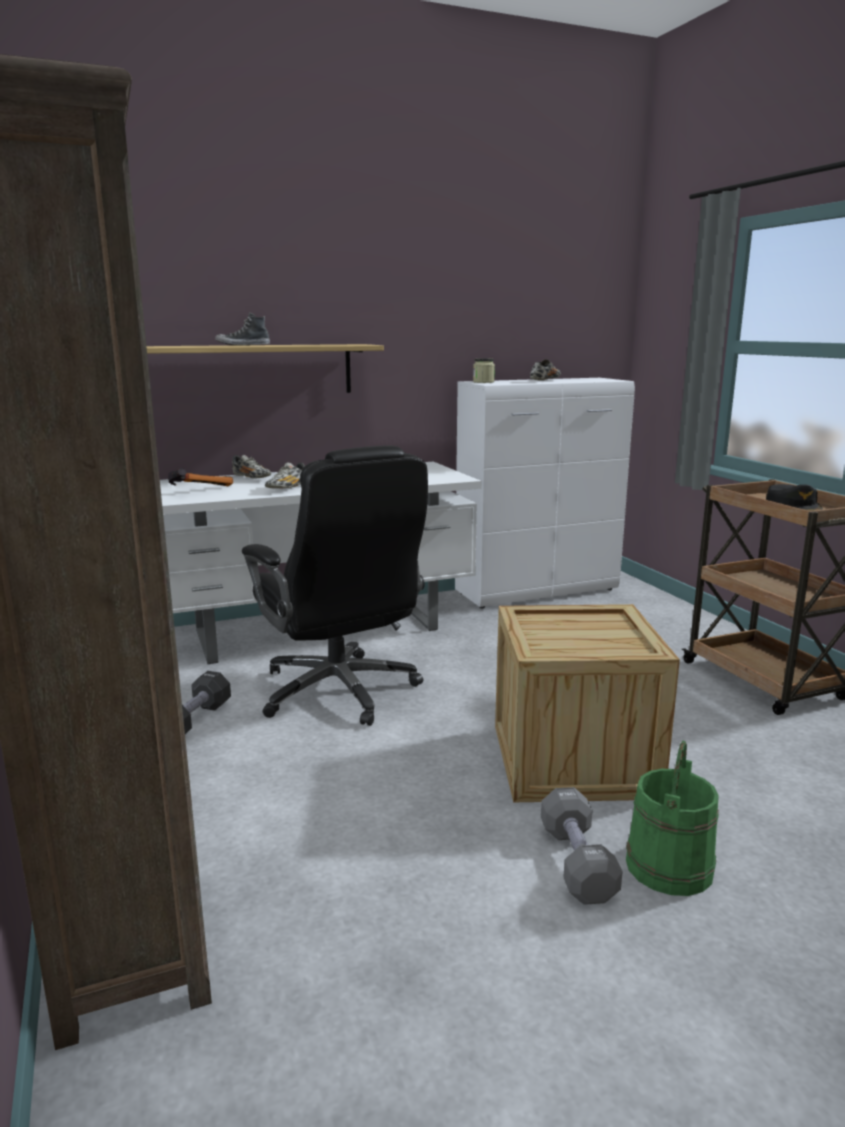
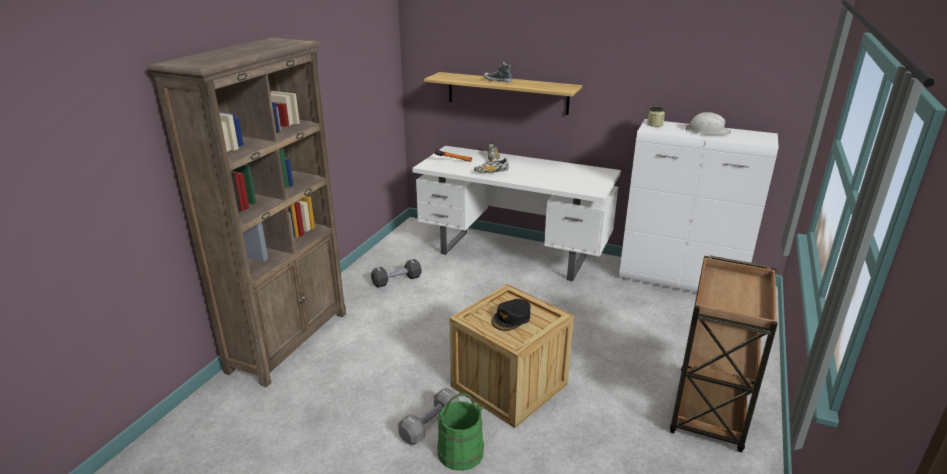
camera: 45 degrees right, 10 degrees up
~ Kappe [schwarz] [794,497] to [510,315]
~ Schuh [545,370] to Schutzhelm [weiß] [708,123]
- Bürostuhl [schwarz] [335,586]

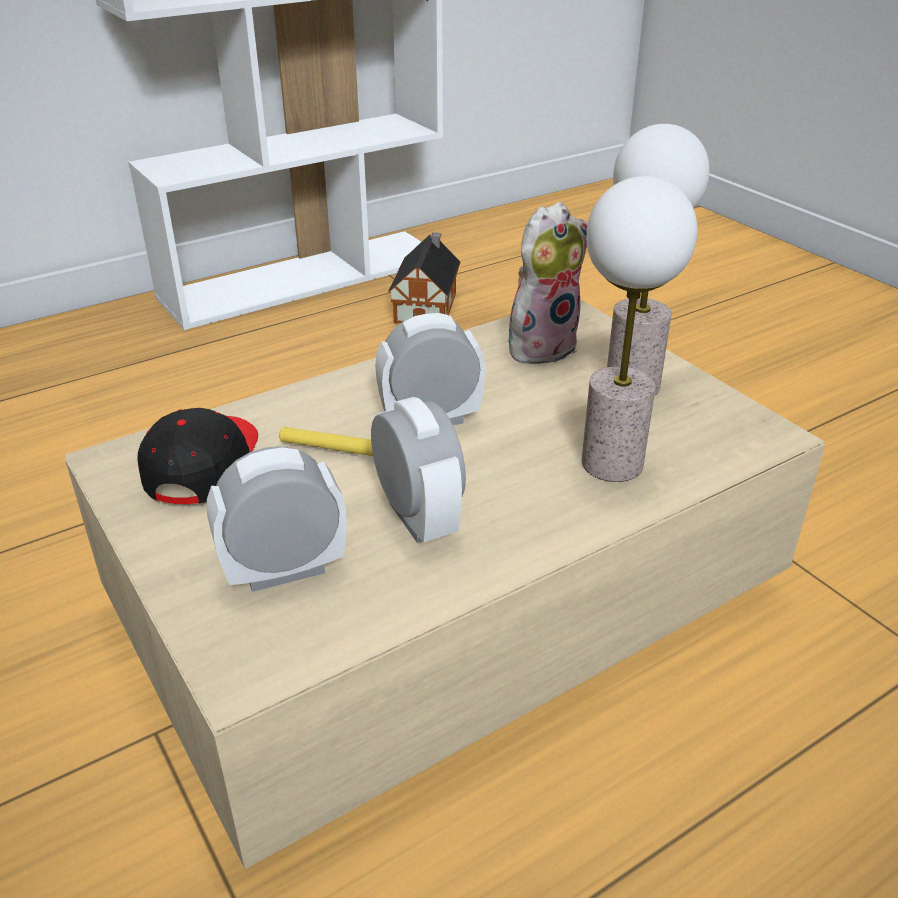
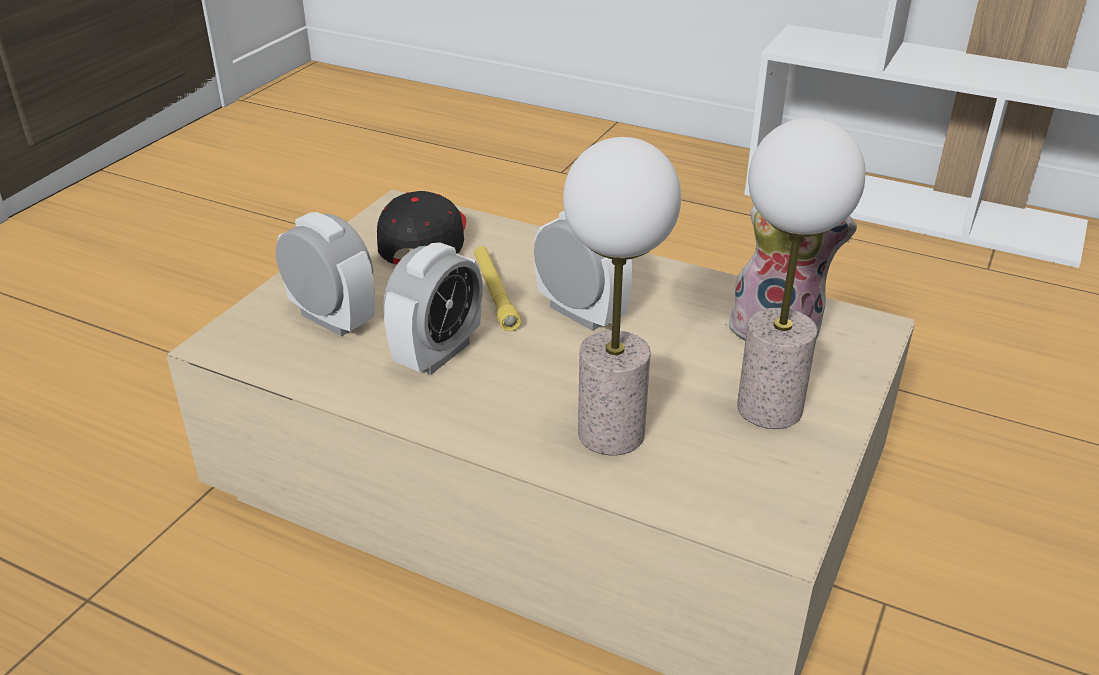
camera: 60 degrees right, 0 degrees up
~ Kappe [schwarz] [197,456] = [421,227] 60 degrees counterclockwise
- Spielzeughaus [424,278]

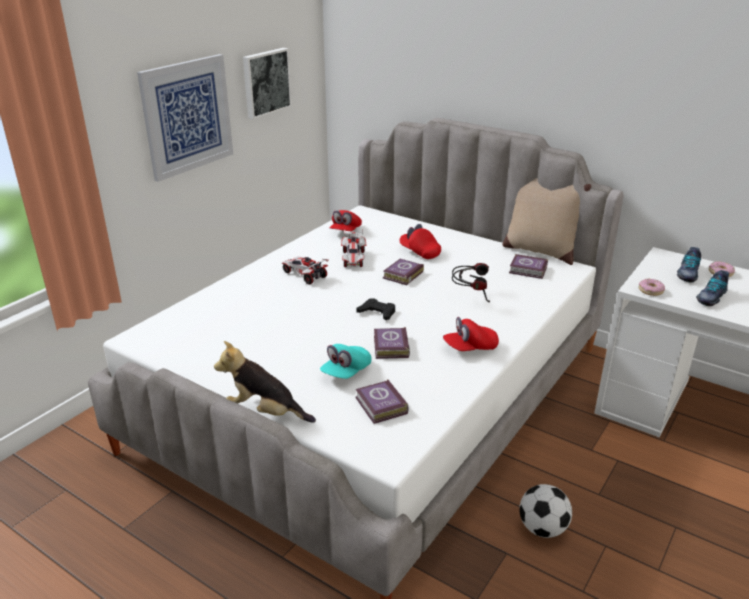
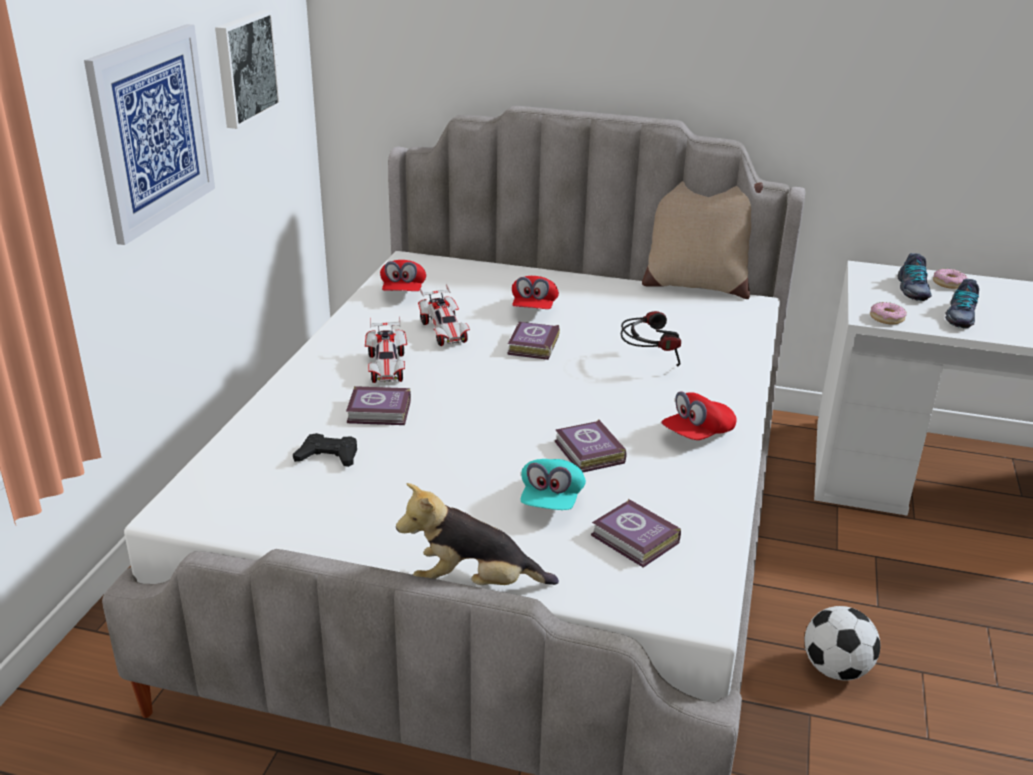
camera: 20 degrees left, 0 degrees up
~ Gamepad [schwarz] [375,309] to [325,450]
~ Buch [528,266] to [378,405]
~ Spielzeugauto [305,271] = [386,350] 120 degrees counterclockwise
~ Kappe [rot] [420,241] = [535,292] 105 degrees counterclockwise

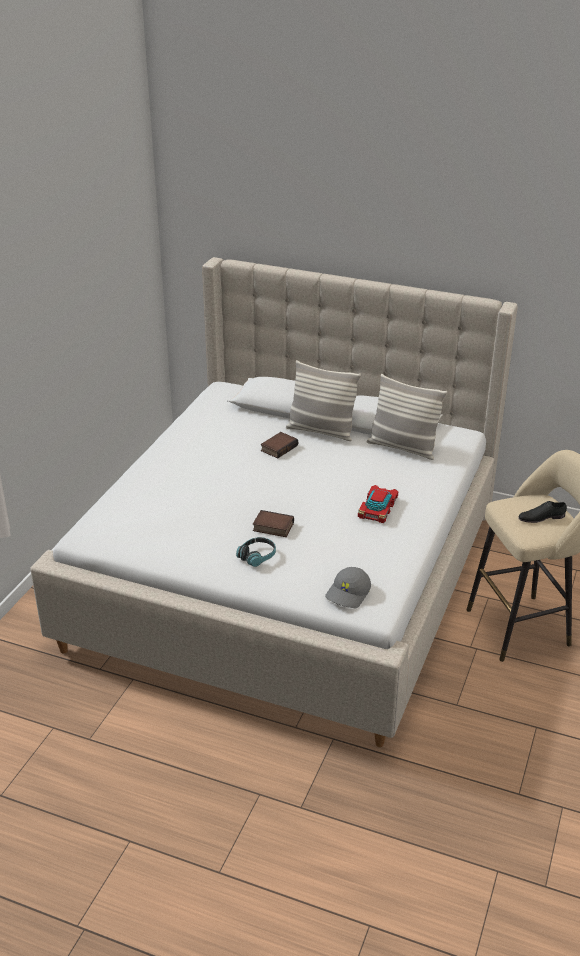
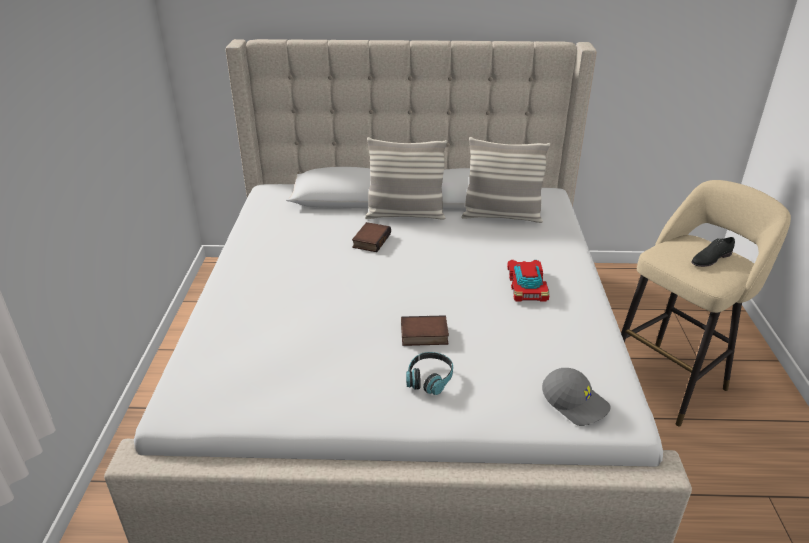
camera: 20 degrees left, 0 degrees up
~ Kappe [grau] [348,587] = [576,397] 60 degrees counterclockwise

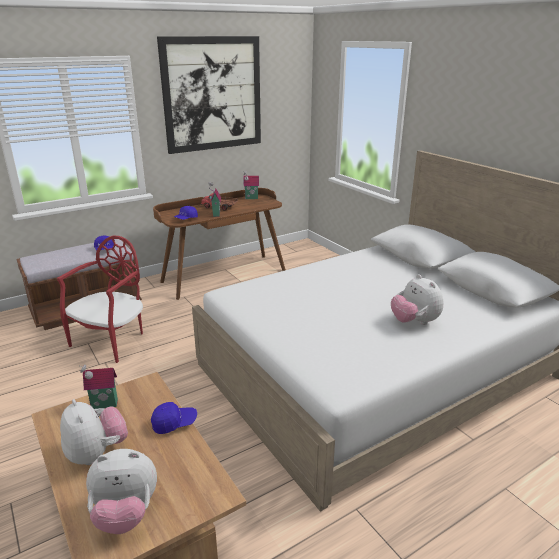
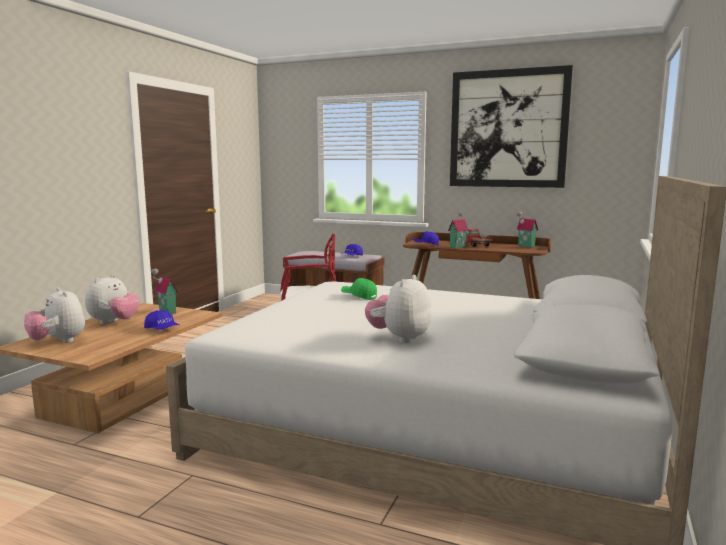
camera: 55 degrees right, 15 degrees down
+ Kappe [grün] [359,289]

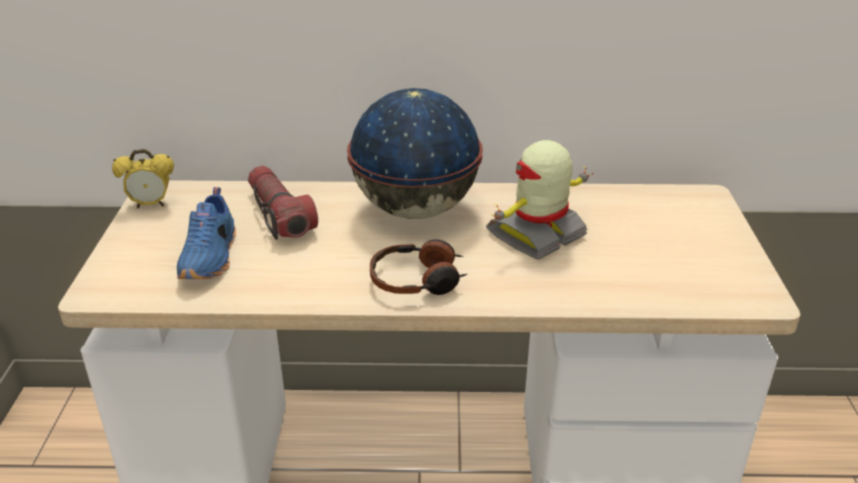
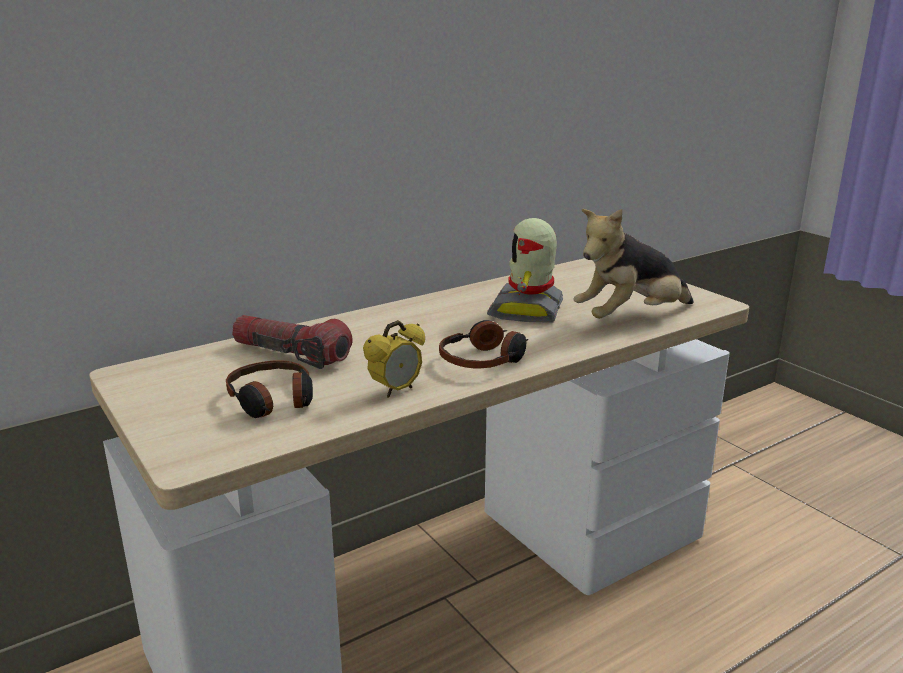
camera: 35 degrees left, 10 degrees down
~ Schuh [blau] [206,233] to Kopfhörer [269,389]
~ Wecker [143,178] to [394,359]
+ Plüschtier [633,263]
- Globus [415,153]

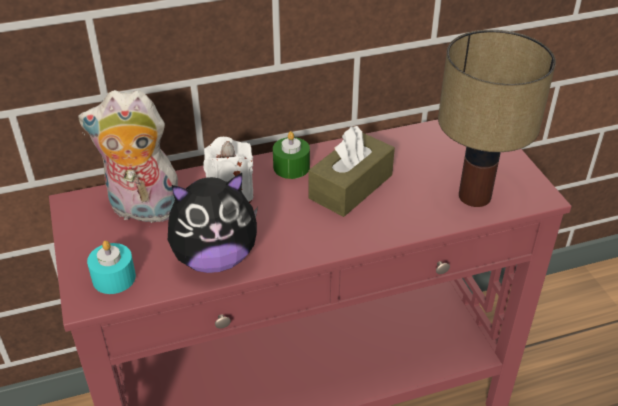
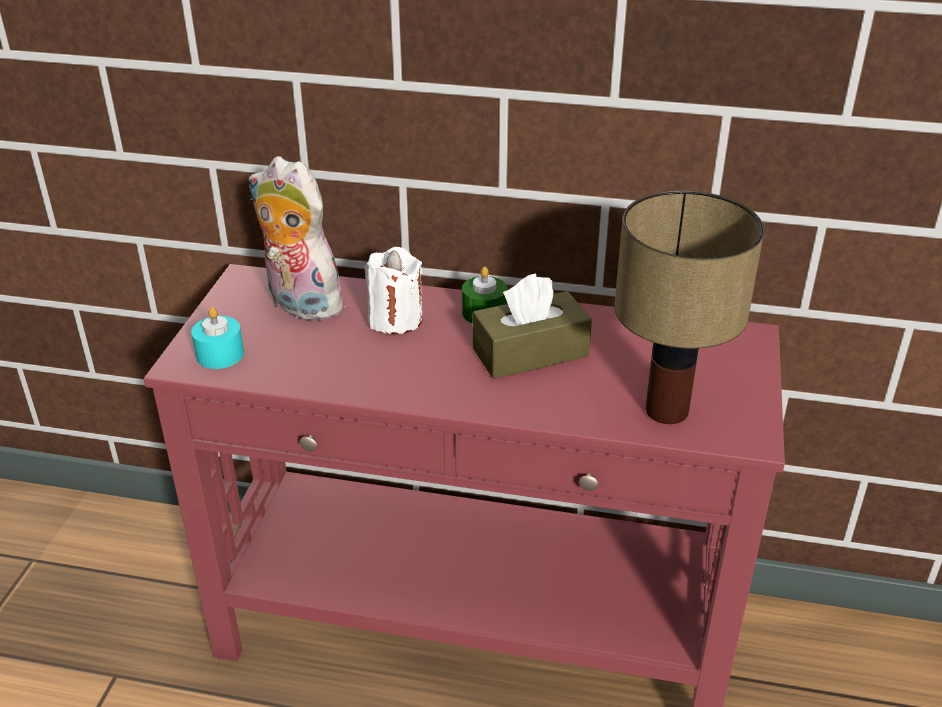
camera: 30 degrees right, 5 degrees down
- Plüschtier [213,223]

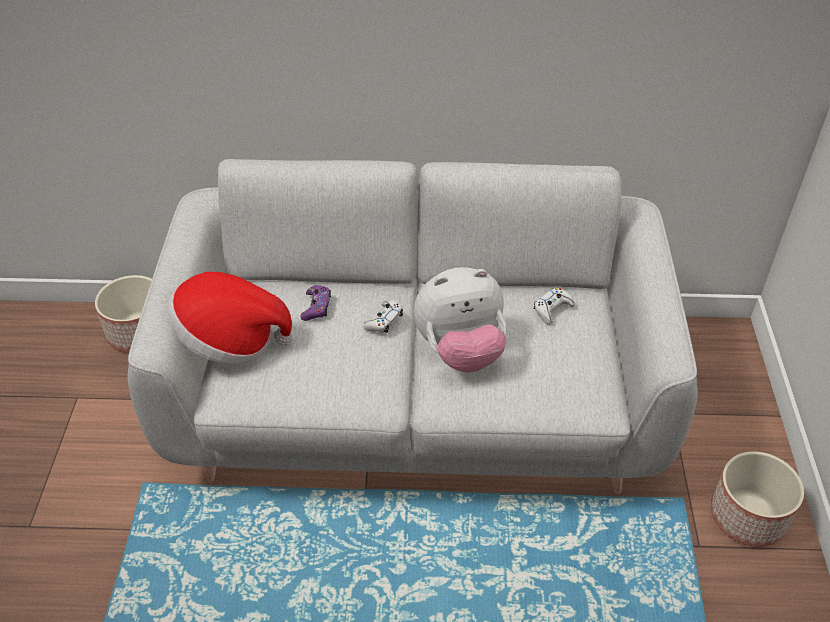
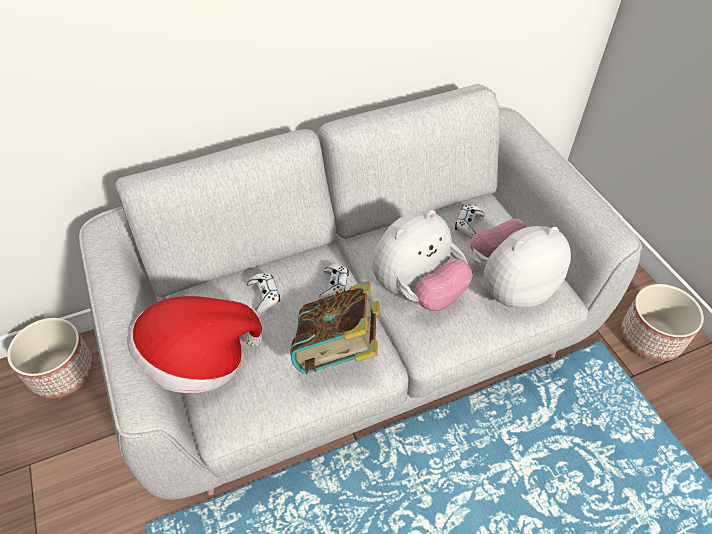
camera: 25 degrees left, 5 degrees up
~ Gamepad [lila] [315,303] to Gamepad [weiß] [263,293]
+ Buch [335,328]
+ Plüschtier [520,263]

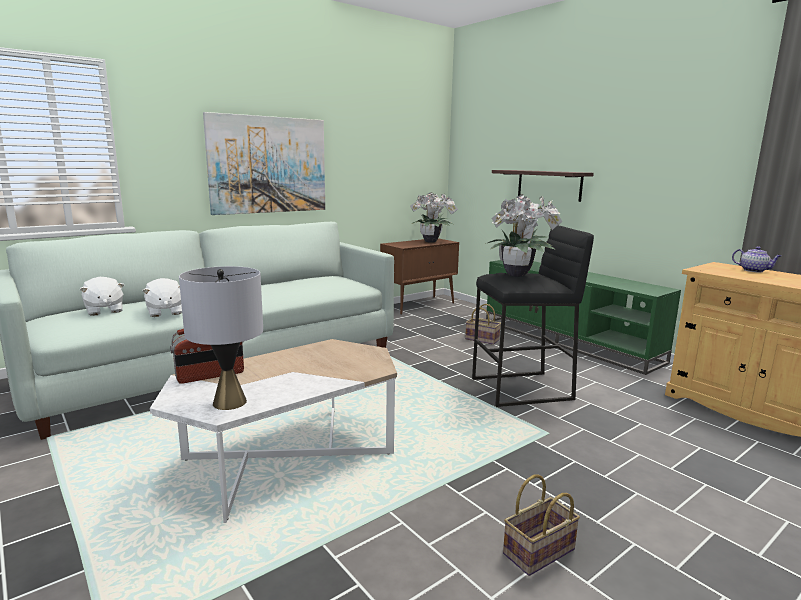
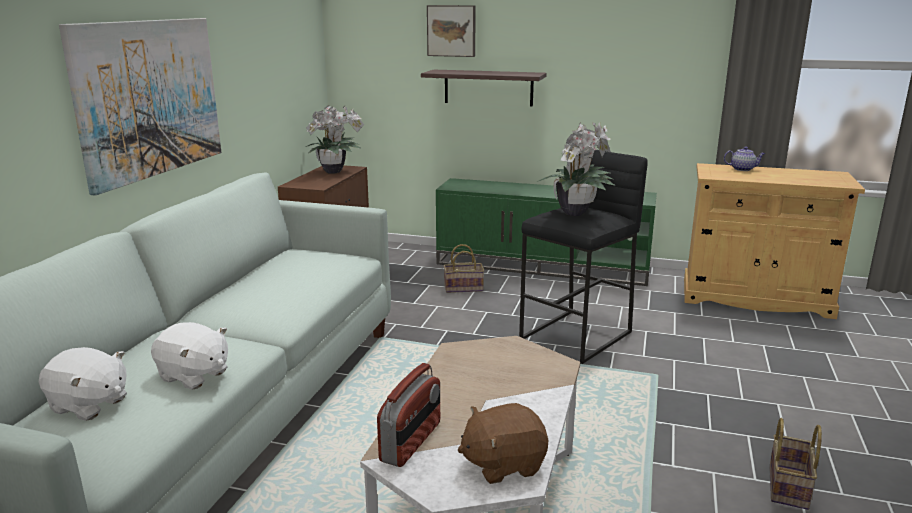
camera: 35 degrees left, 5 degrees up
+ Bild [451,31]
~ Tischlampe [grau] [221,338] to Plüschtier [braun] [503,443]

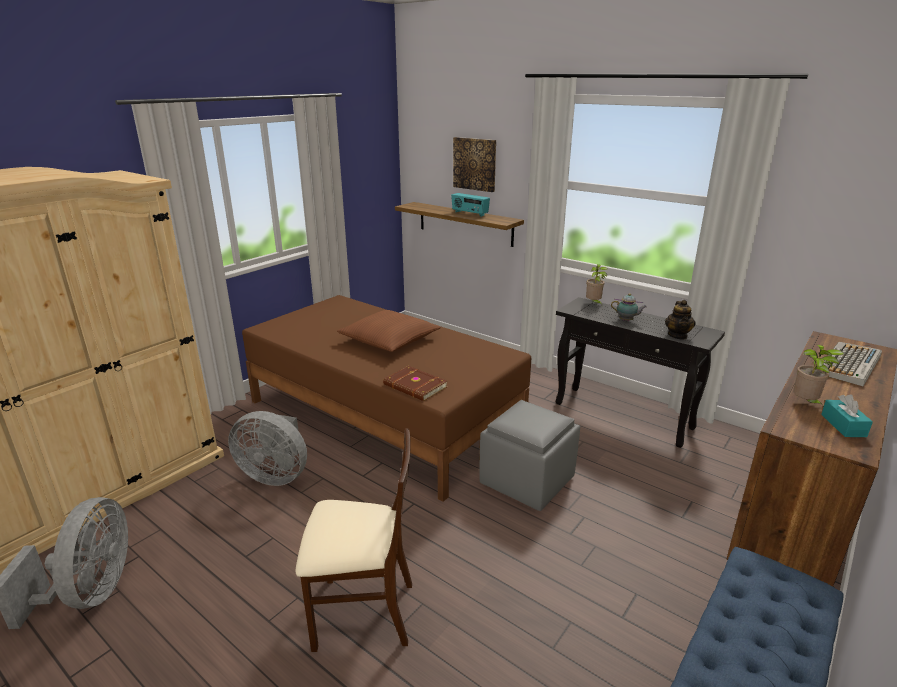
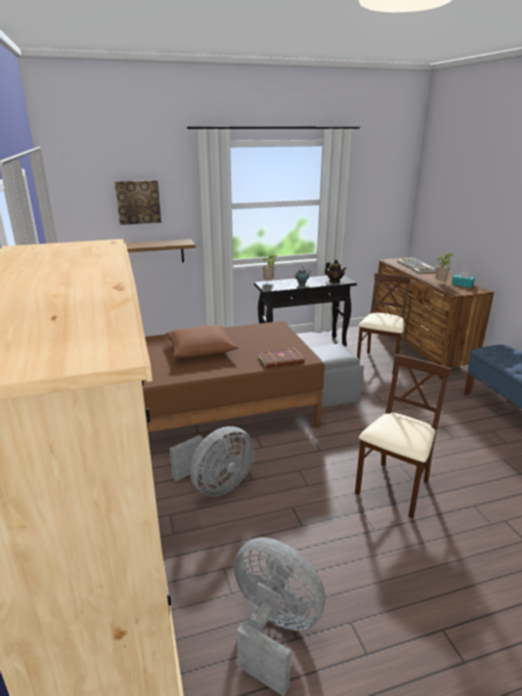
camera: 55 degrees left, 0 degrees up
+ Stuhl [beige] [384,323]
- Radio [470,205]

